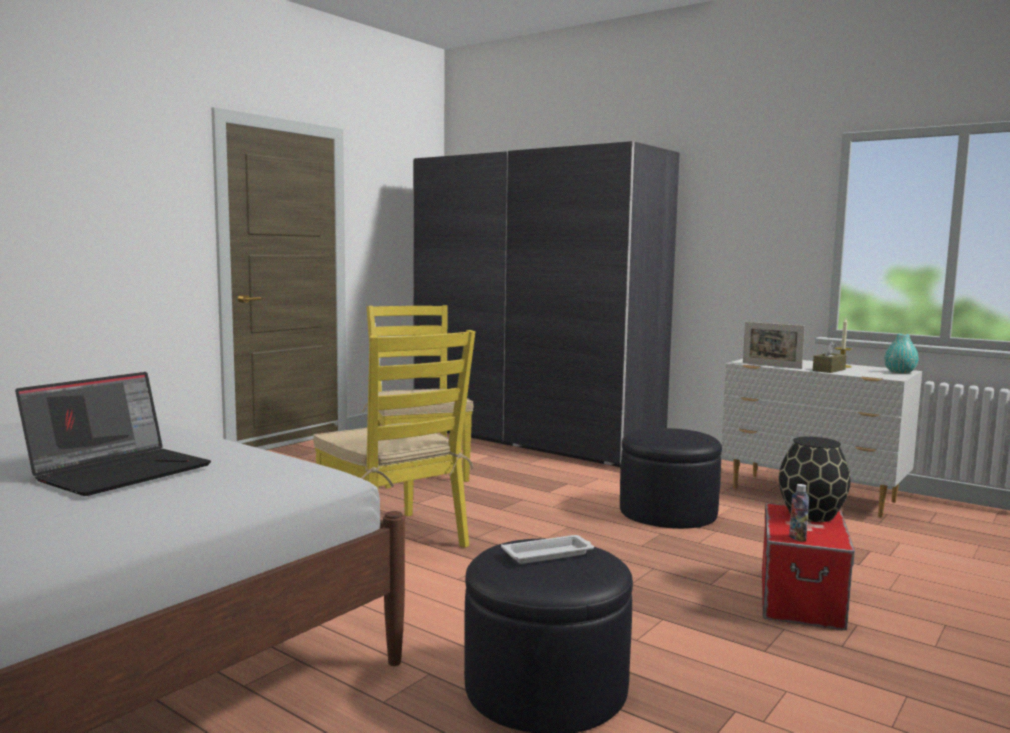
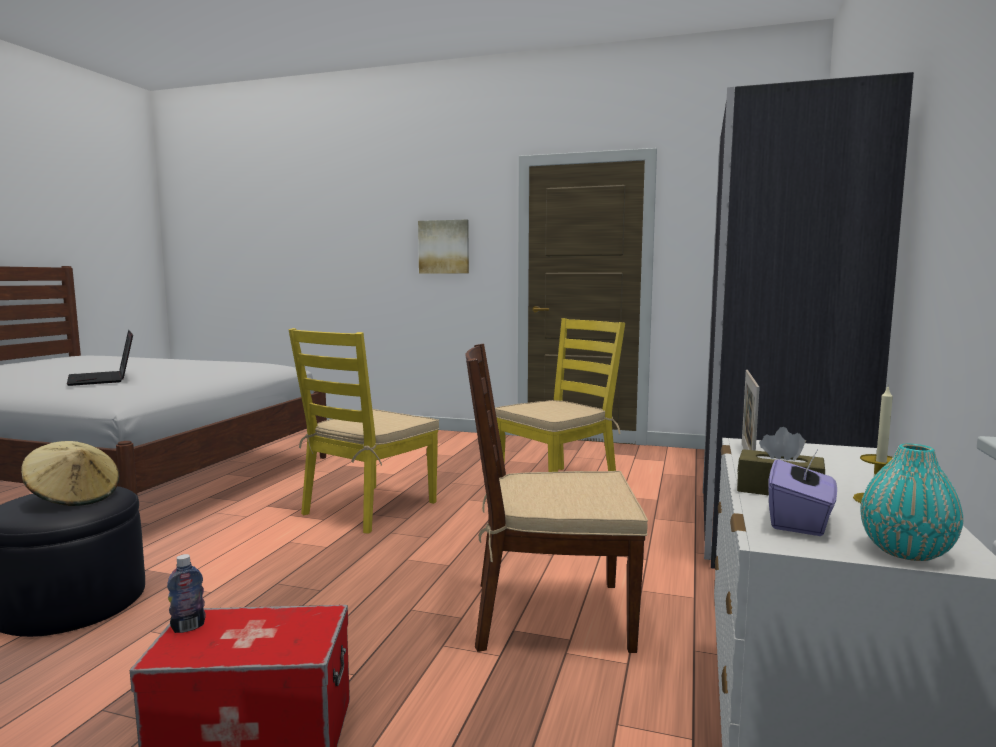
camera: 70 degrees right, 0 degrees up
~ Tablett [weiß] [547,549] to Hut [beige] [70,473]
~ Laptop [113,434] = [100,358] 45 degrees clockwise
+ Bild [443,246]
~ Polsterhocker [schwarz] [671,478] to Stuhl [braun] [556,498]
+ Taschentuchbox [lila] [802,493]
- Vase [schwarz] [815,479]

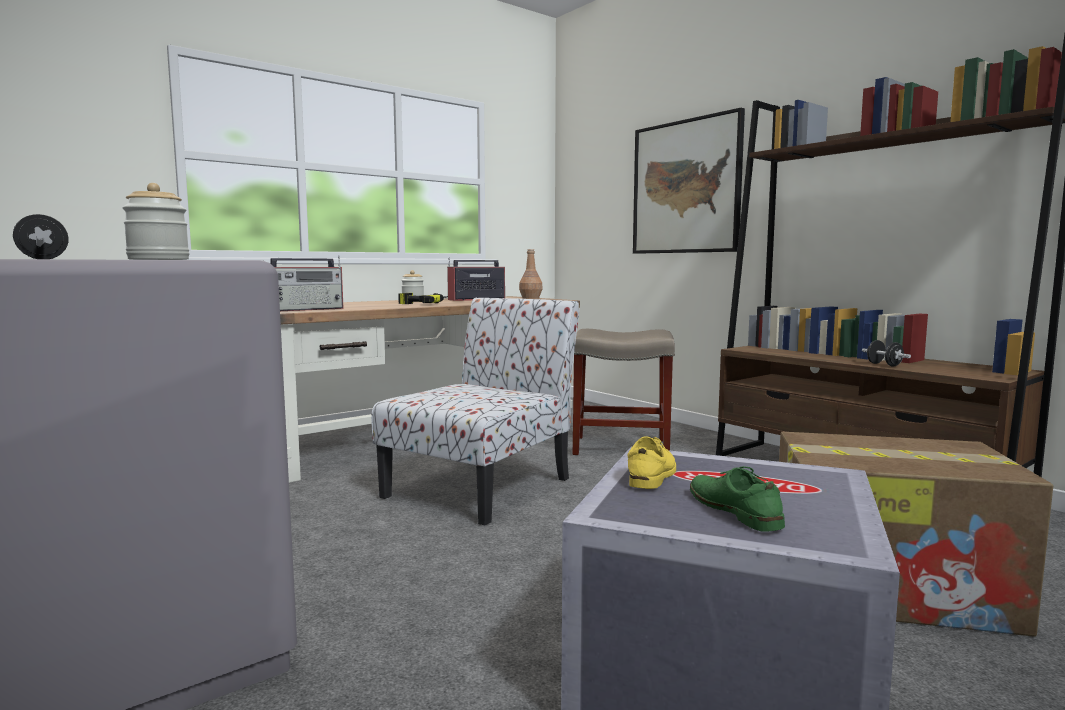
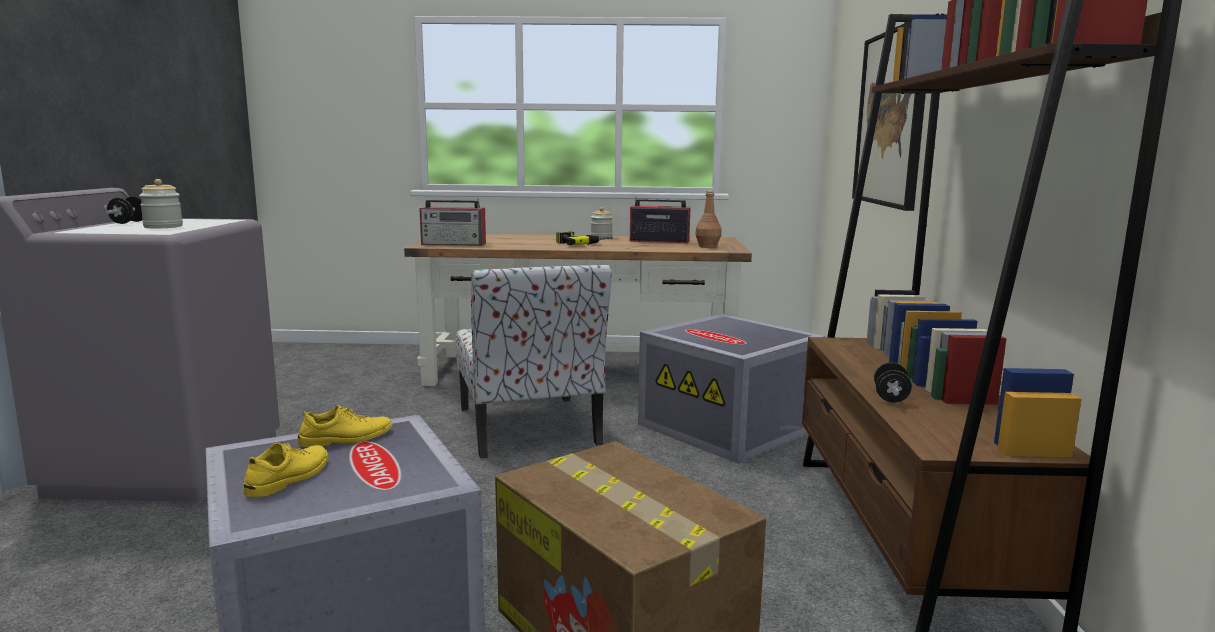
camera: 40 degrees right, 5 degrees up
~ Schuh [grün] [737,499] to Schuh [gelb] [286,470]
~ Stuhl [475,411] = [533,361] 90 degrees clockwise
~ Hocker [beige] [624,392] to Aufbewahrungsbox [grau] [732,389]

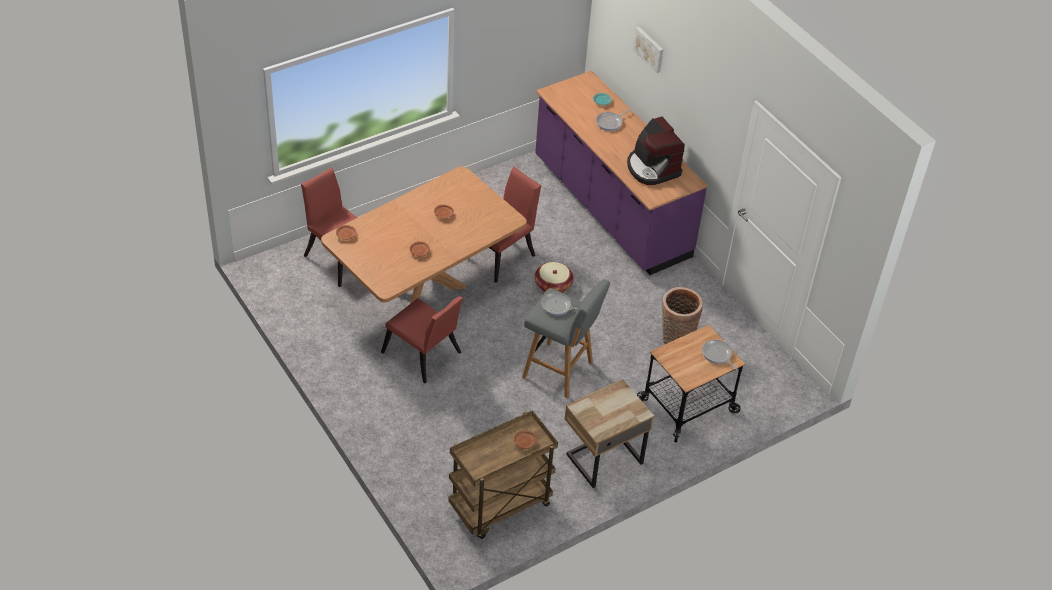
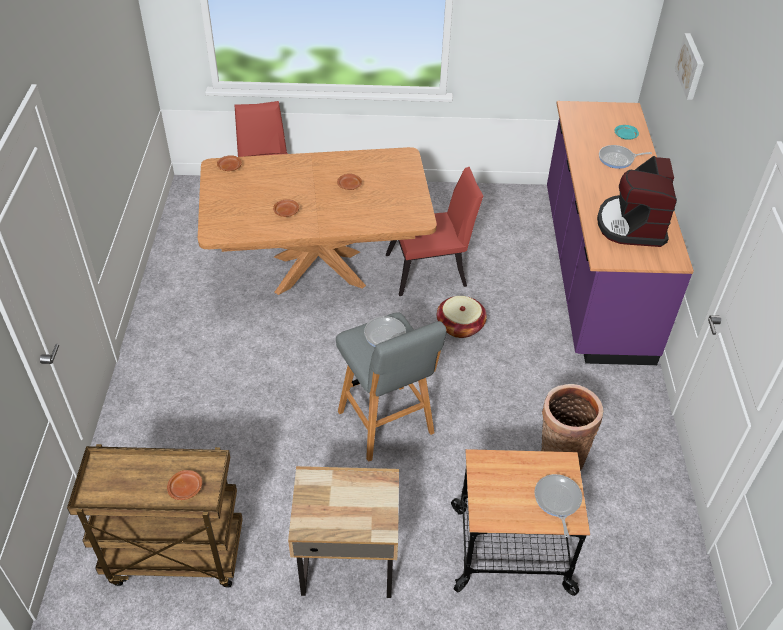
camera: 35 degrees right, 0 degrees up
- Stuhl [rot] [422,339]

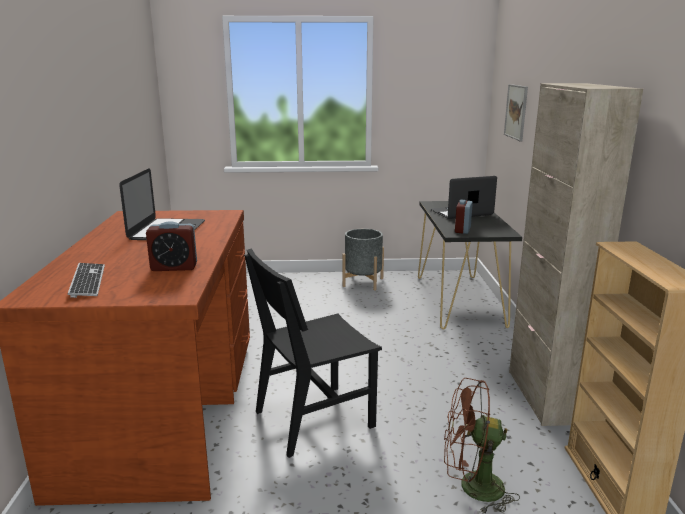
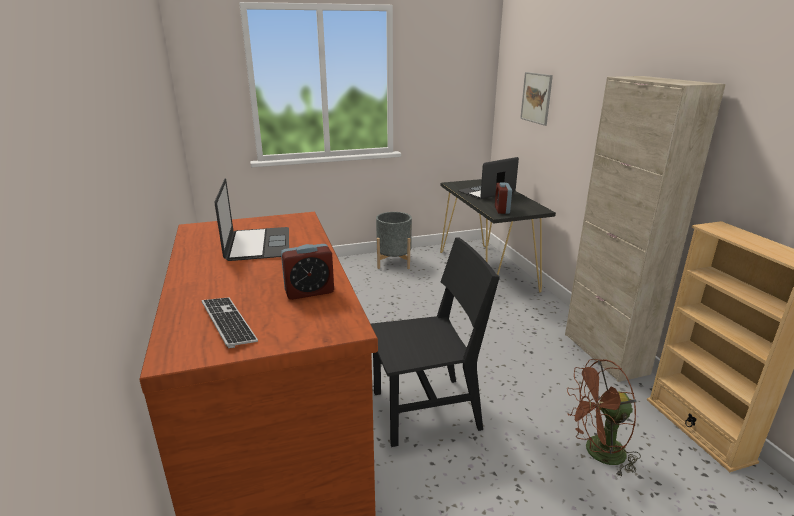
camera: 15 degrees left, 5 degrees up
~ Stuhl [schwarz] [313,353] = [435,342] 150 degrees counterclockwise

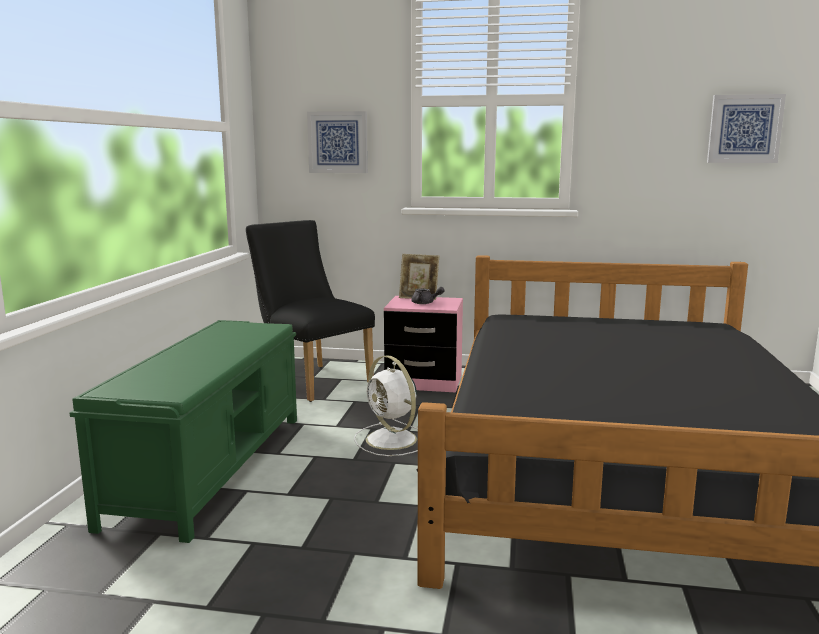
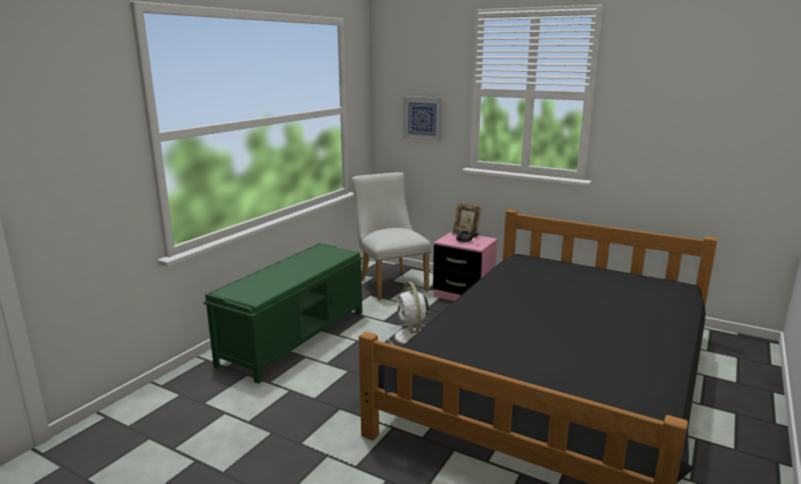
camera: 20 degrees right, 5 degrees up
~ Stuhl [schwarz] [310,311] to Stuhl [weiß] [391,236]
- Bild [746,128]

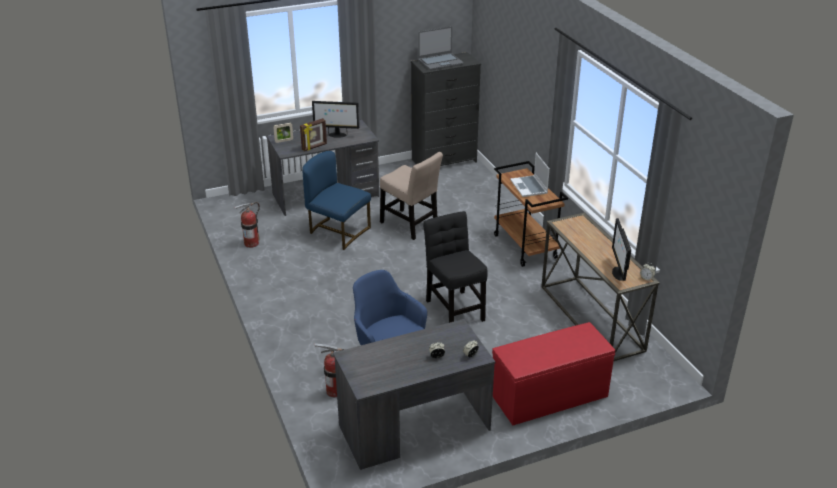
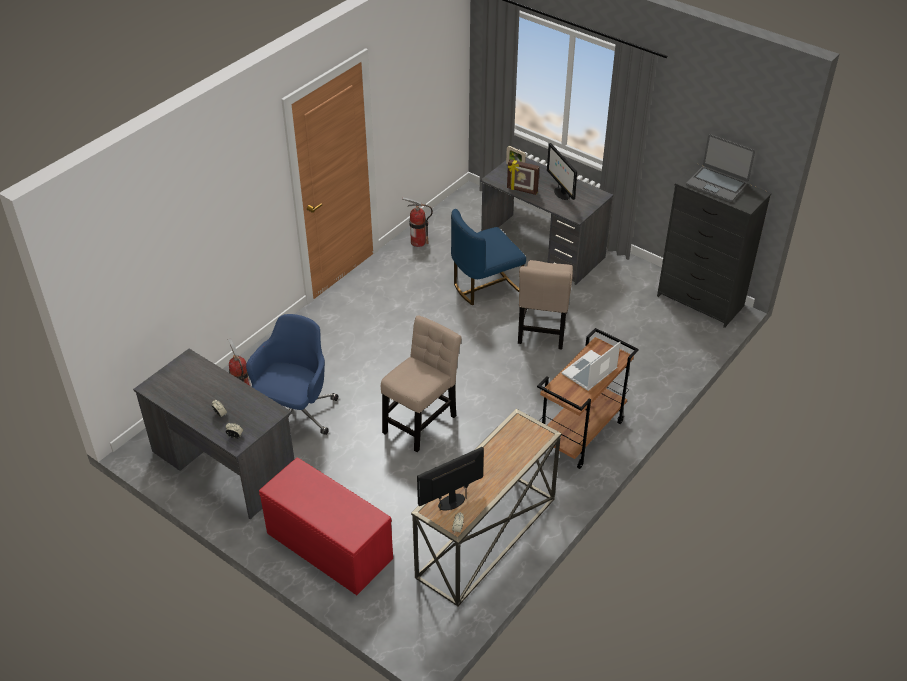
camera: 60 degrees right, 10 degrees up
~ Stuhl [schwarz] [455,267] to Stuhl [beige] [421,383]
~ Stuhl [blau] [336,200] = [488,257] 120 degrees counterclockwise

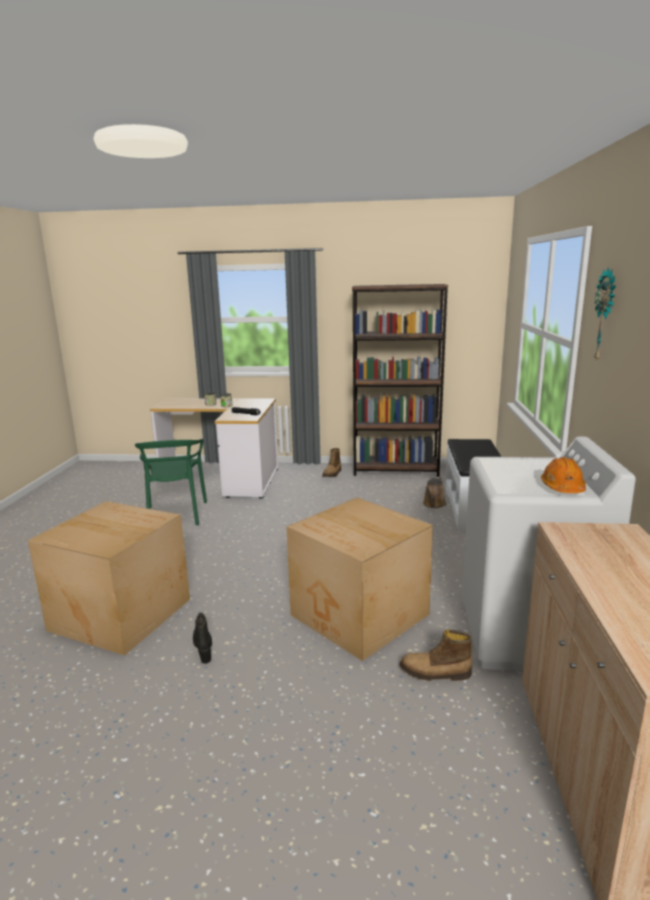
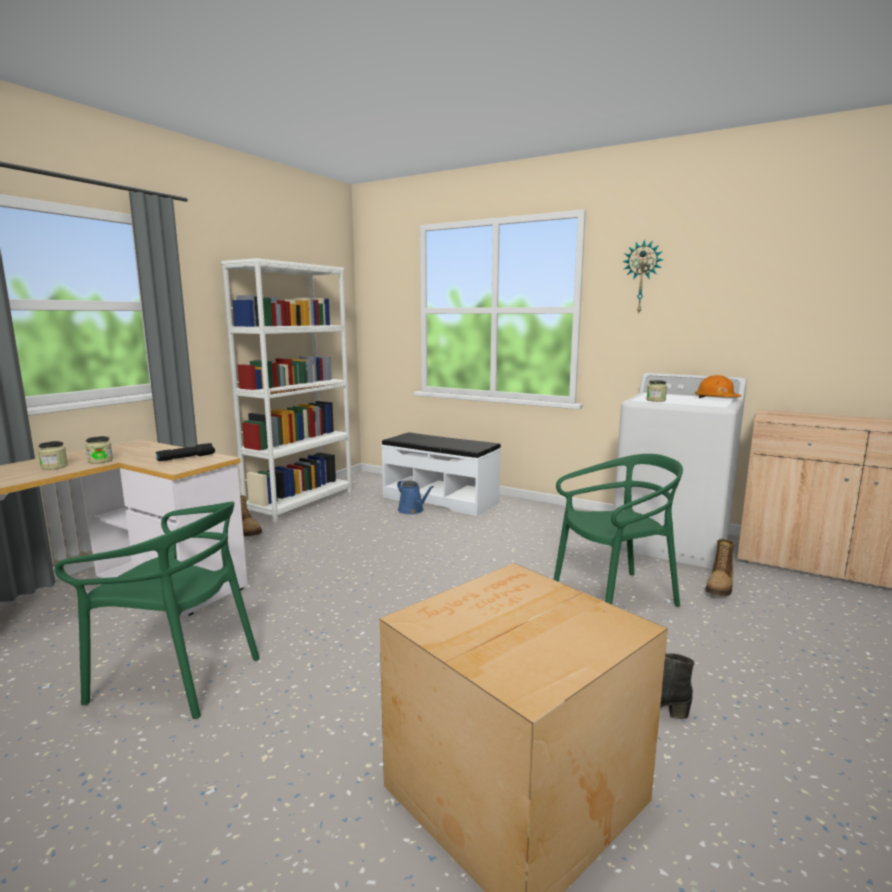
camera: 65 degrees left, 5 degrees down
~ Bücherregal [braun] [400,380] to Bücherregal [weiß] [286,390]
~ Gießkanne [braun] [434,492] to Gießkanne [blau] [415,497]
~ Karton [359,579] to Stuhl [grün] [618,530]
+ Vorratsglas [657,391]

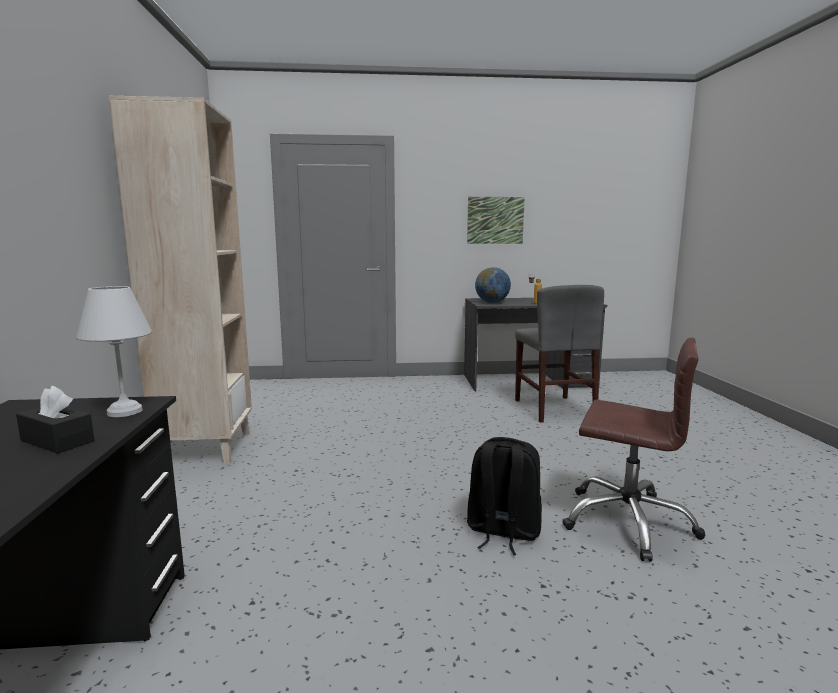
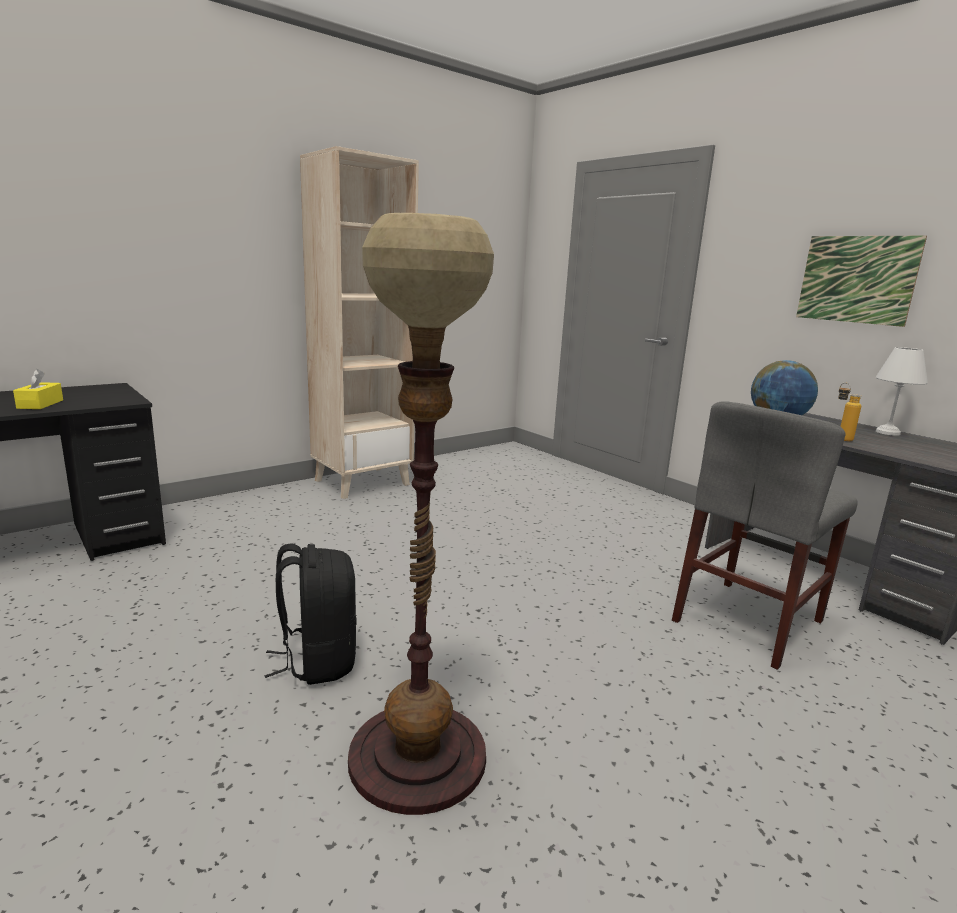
camera: 55 degrees right, 5 degrees up
~ Taschentuchbox [schwarz] [55,420] to Taschentuchbox [gelb] [38,389]
~ Bürostuhl [braun] [634,450] to Stehlampe [421,514]
~ Tischlampe [weiß] [114,351] to [902,391]

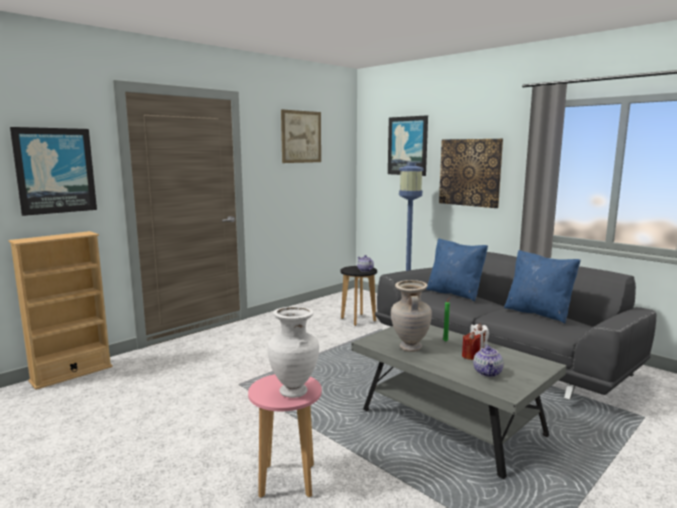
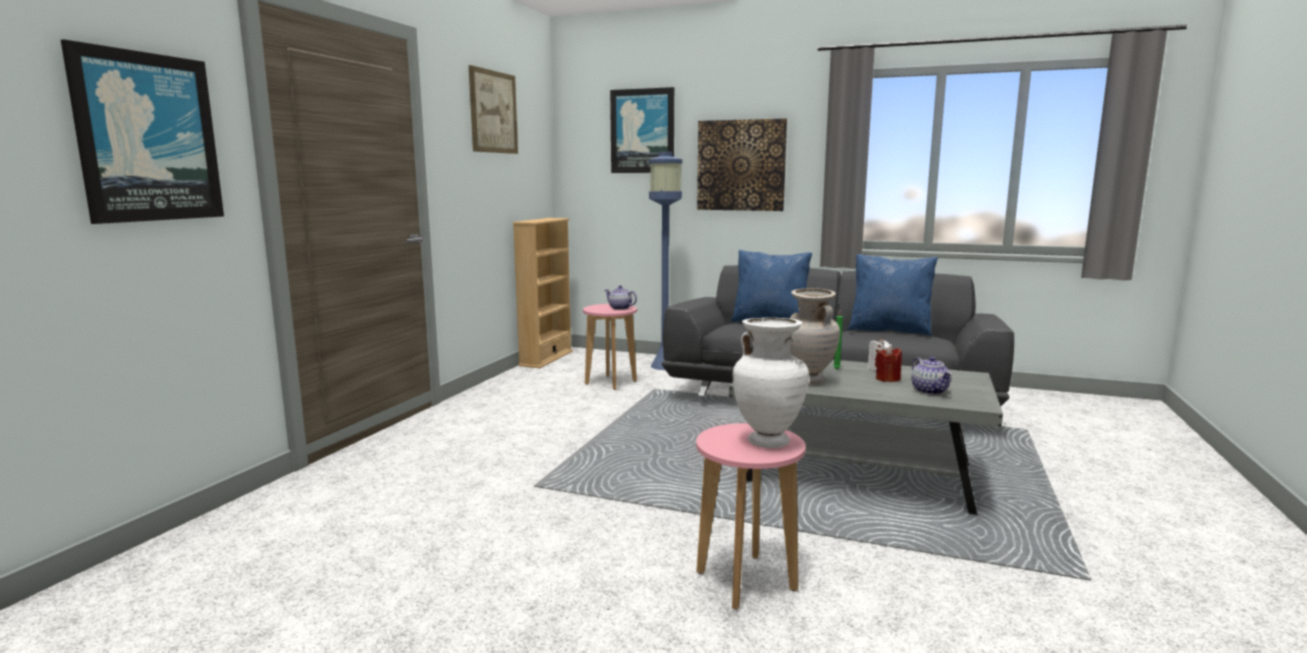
camera: 25 degrees left, 0 degrees up
~ Bücherregal [beige] [61,310] to [543,293]
~ Hocker [schwarz] [358,296] to Hocker [rosa] [610,347]

